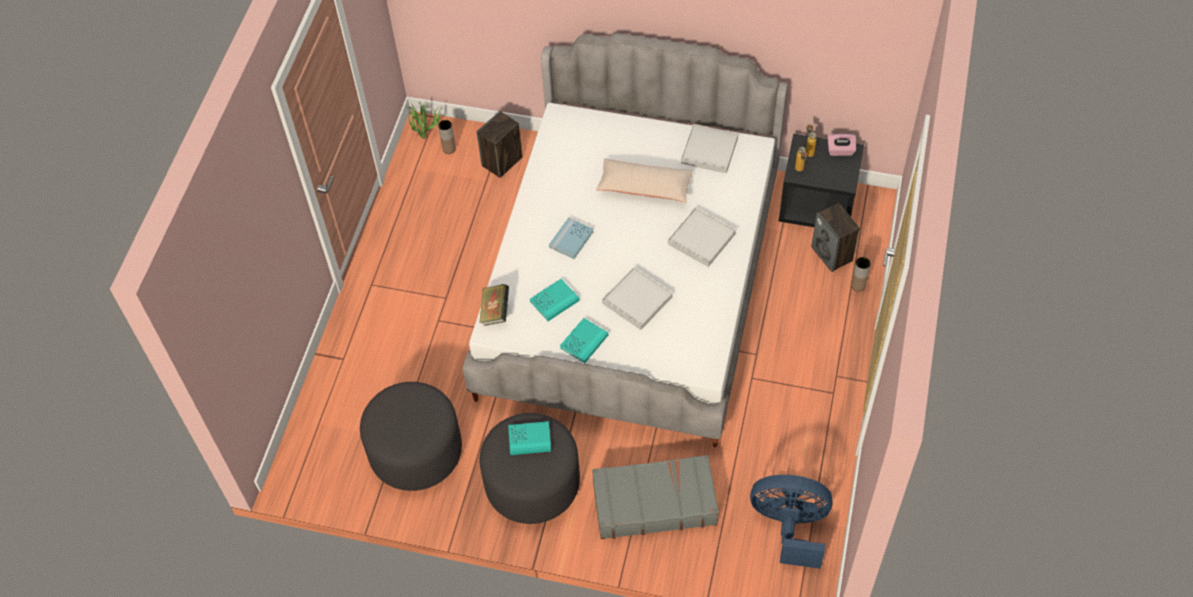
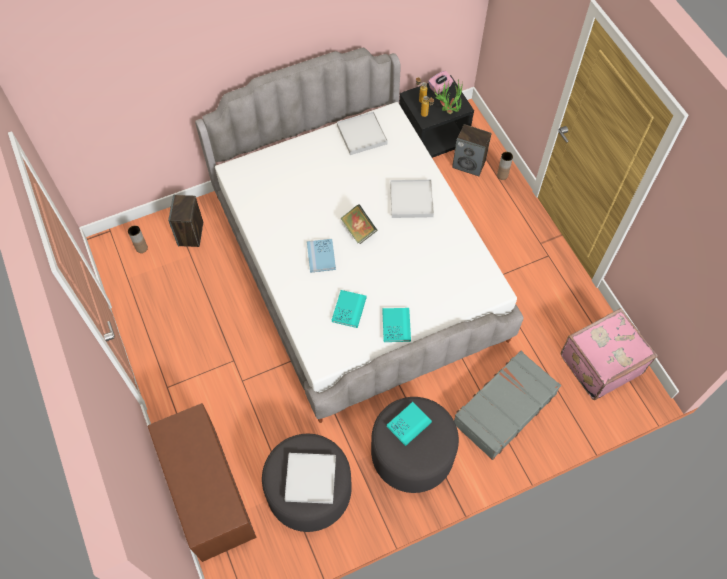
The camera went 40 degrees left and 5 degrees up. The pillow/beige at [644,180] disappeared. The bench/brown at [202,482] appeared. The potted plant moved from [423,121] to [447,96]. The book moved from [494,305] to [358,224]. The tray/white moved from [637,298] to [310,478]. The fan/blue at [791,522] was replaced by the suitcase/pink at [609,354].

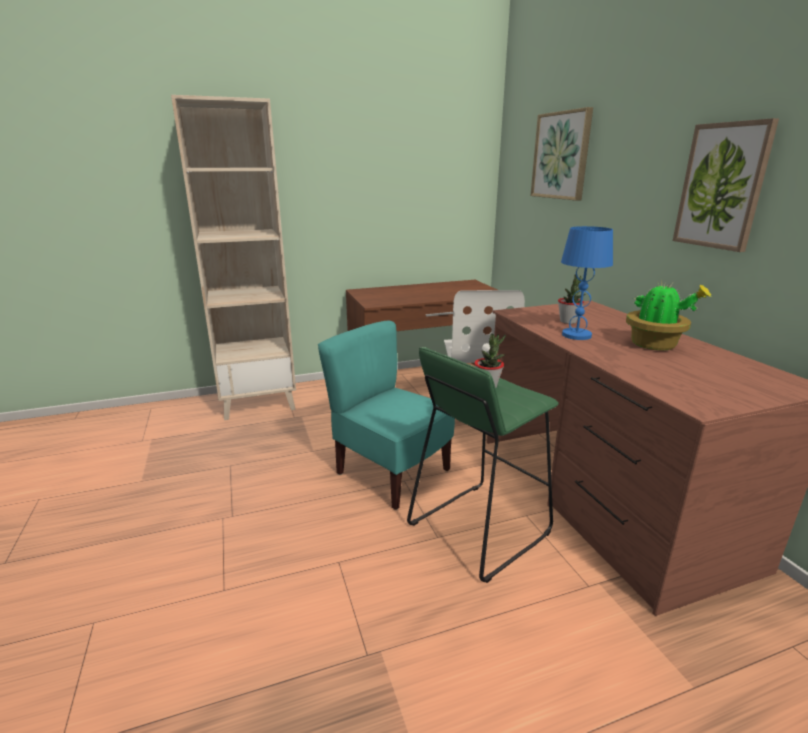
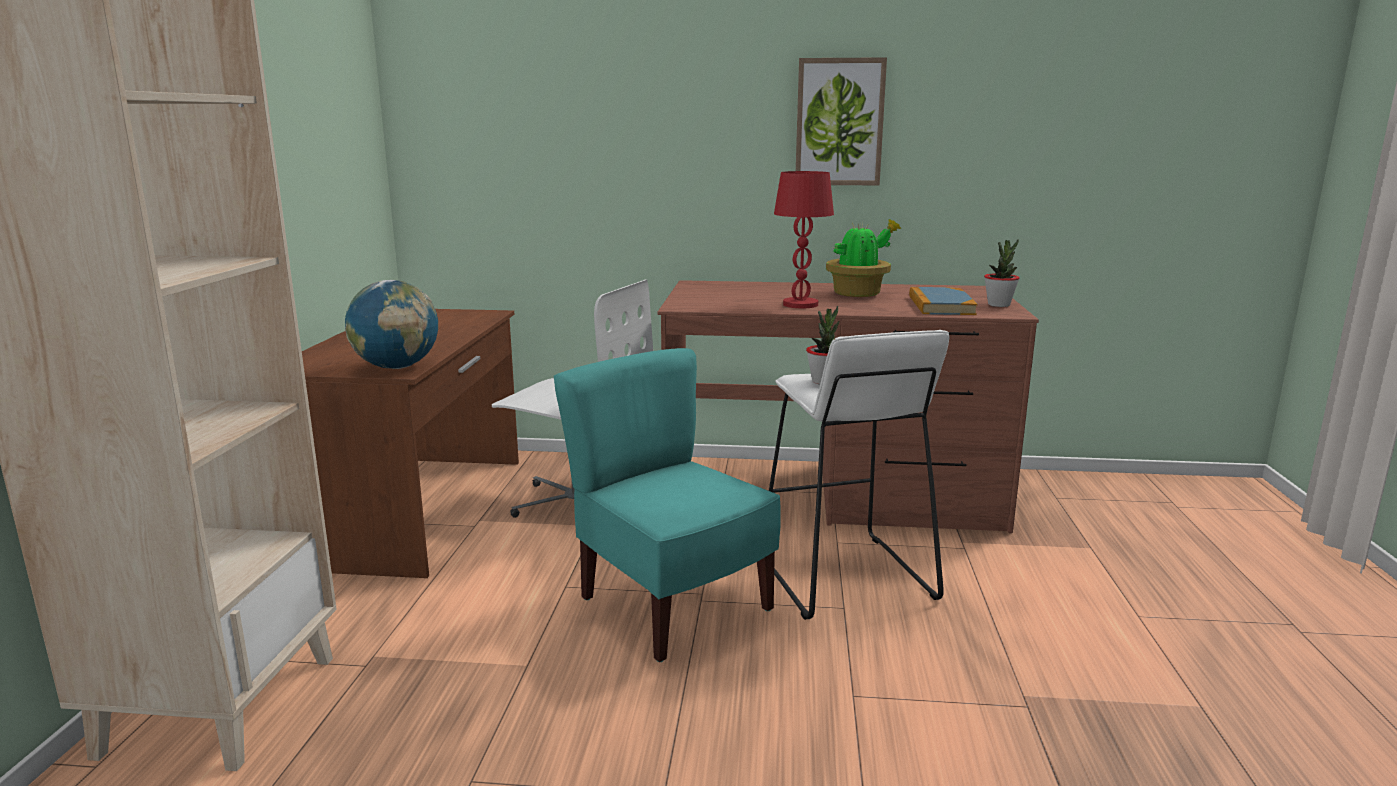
The camera went 65 degrees left and 5 degrees down. The picture at [561,154] disappeared. The globe at [391,324] appeared. The book at [943,301] appeared. The potted plant moved from [571,299] to [1002,273]. The stool/green at [483,465] became the stool/white at [859,475]. The table lamp/blue at [587,283] became the table lamp/red at [804,239]. The chair/turquoise at [386,415] turned 75 degrees clockwise.

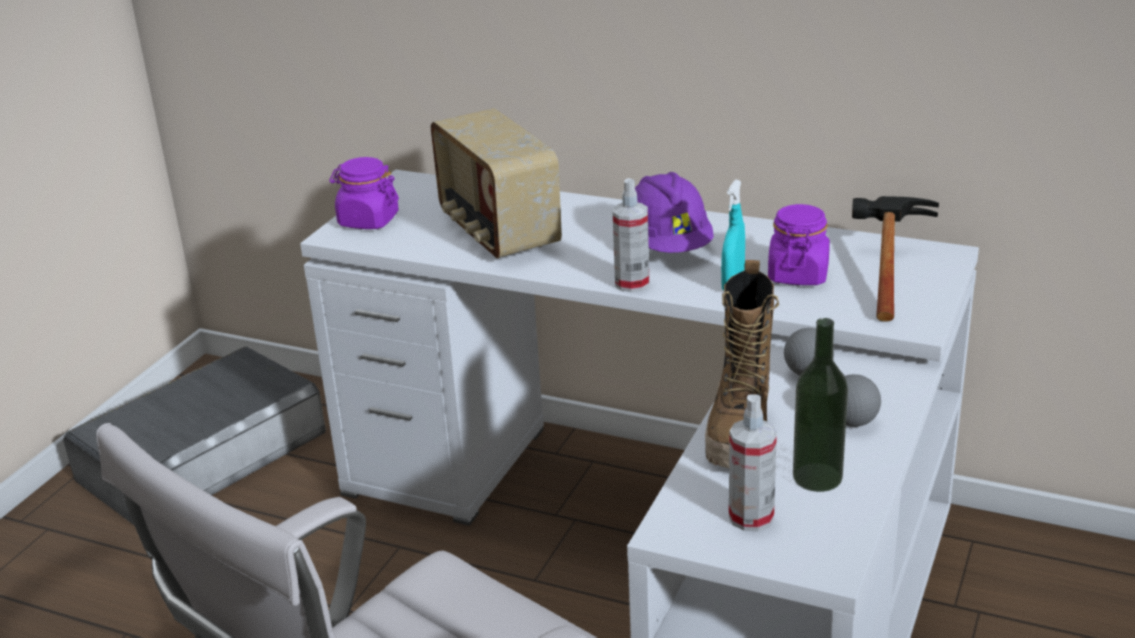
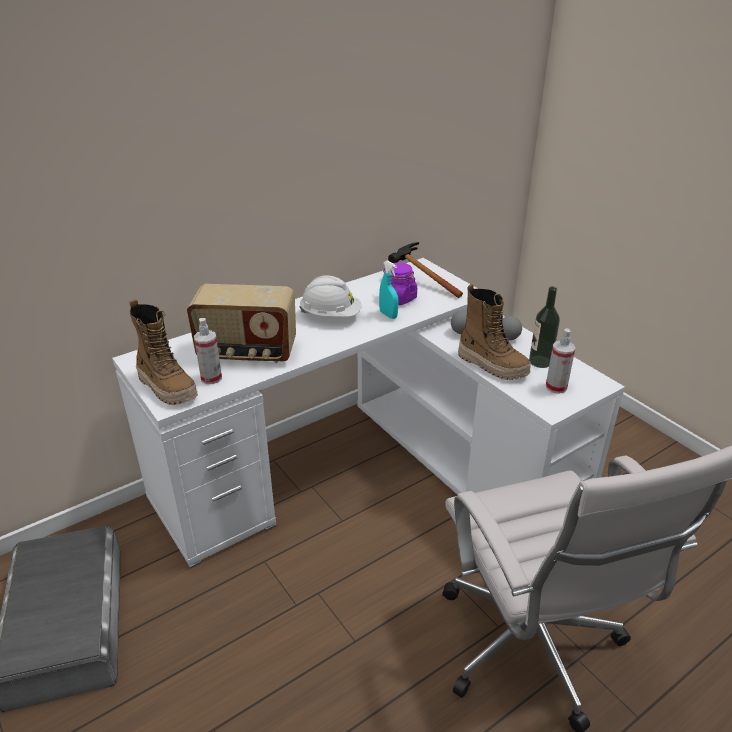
The camera went 60 degrees left and 5 degrees up. The spray bottle moved from [631,235] to [208,351]. The jar/purple at [364,193] was replaced by the boot at [163,352]. The hard hat/purple at [674,212] became the hard hat/white at [330,296].

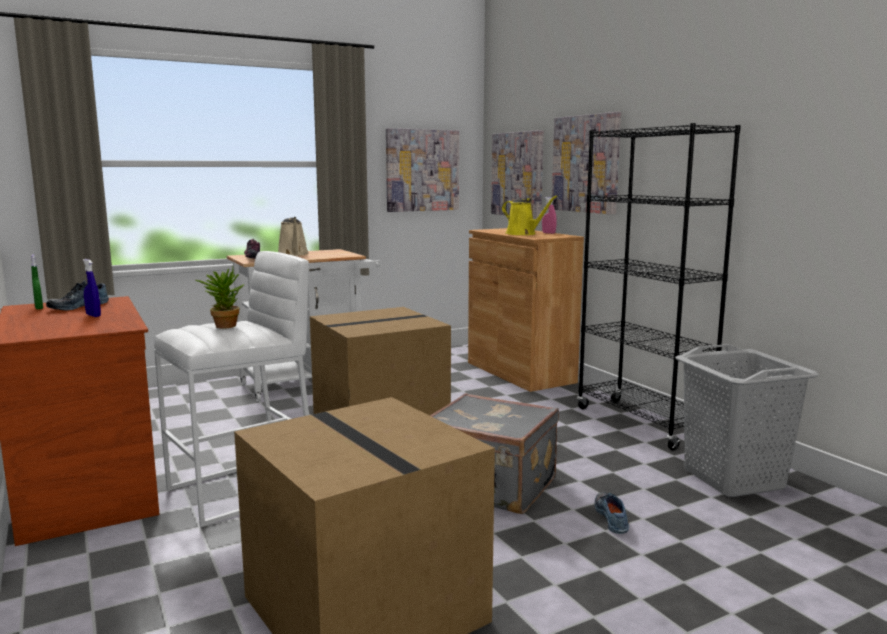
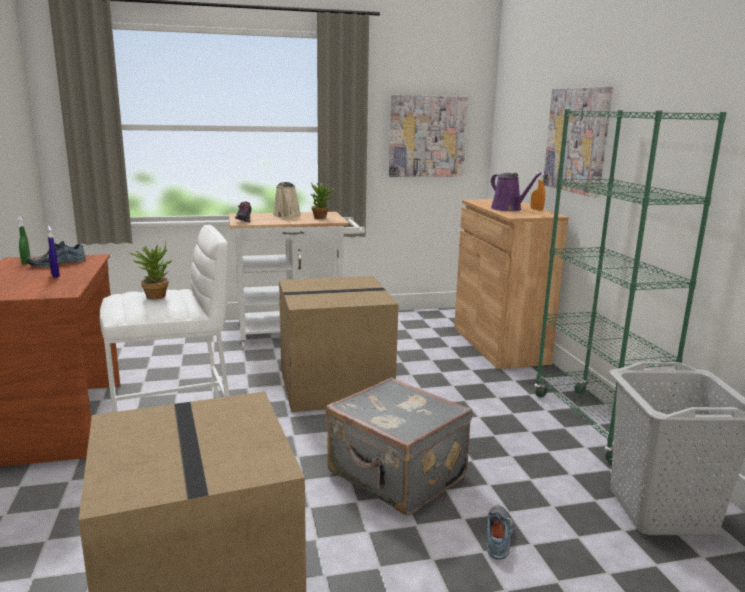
The camera went 15 degrees right and 5 degrees up. The picture at [517,174] disappeared. The potted plant at [323,201] appeared. The watering can/yellow at [529,215] became the watering can/purple at [516,192]. The spray bottle/pink at [549,215] became the spray bottle/orange at [538,191]. The bookcase/black at [659,286] became the bookcase/green at [630,286].

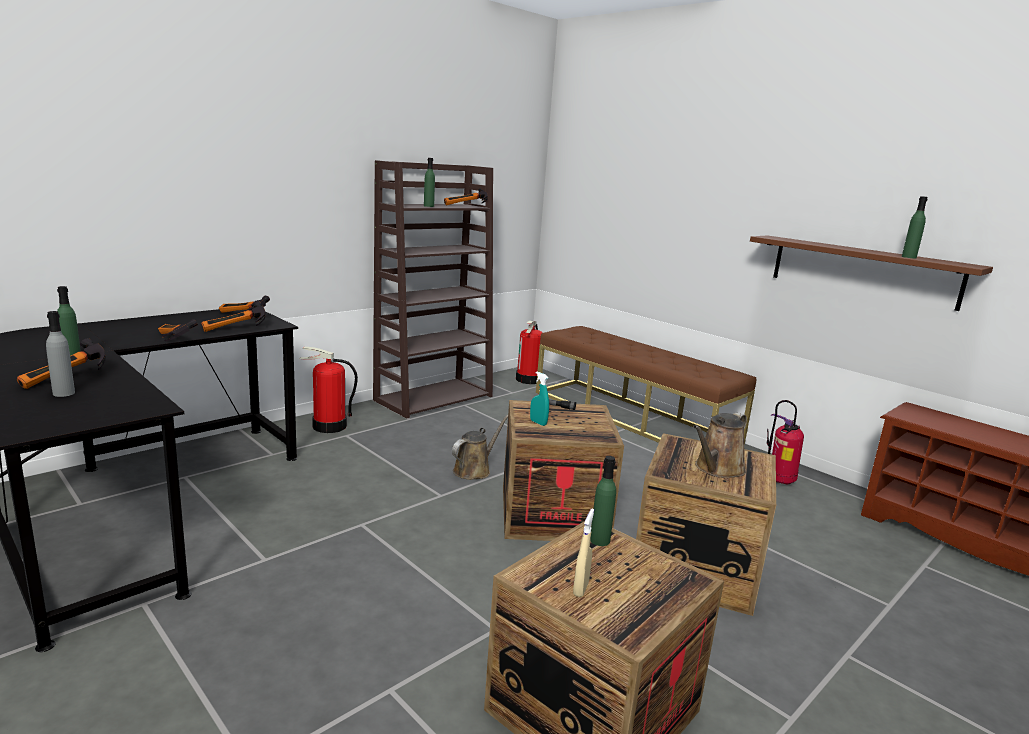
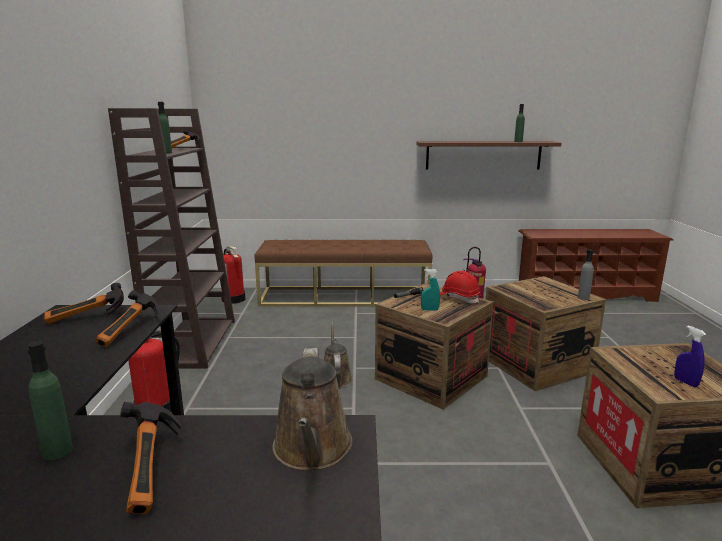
The camera went 45 degrees left and 0 degrees up. The hammer at [178,330] disappeared. The bottle/green at [603,501] disappeared. The hard hat/red at [460,287] appeared. The bottle/grey moved from [60,354] to [586,275]. The watering can/brown moved from [720,445] to [312,409]. The spray bottle/beige at [583,553] became the spray bottle/blue at [690,356].

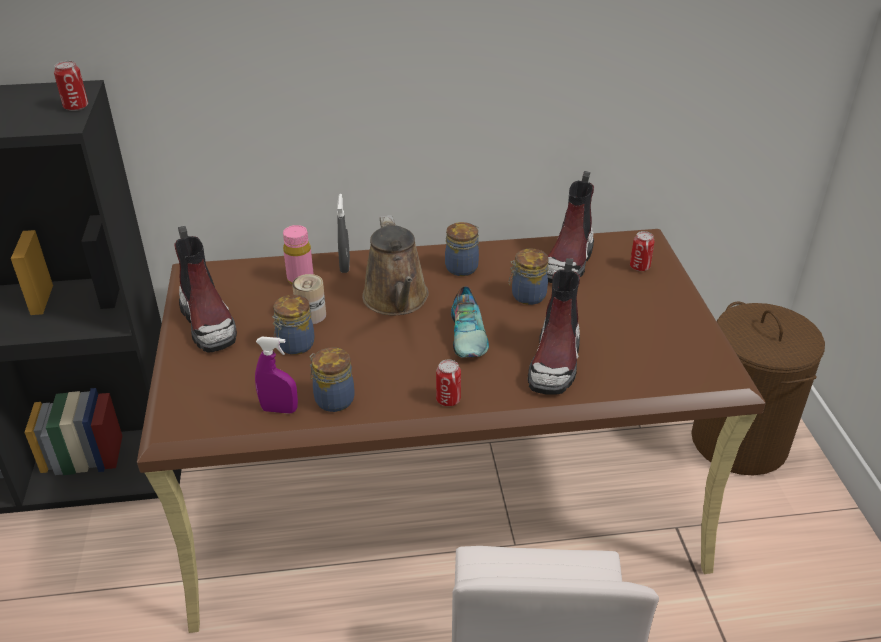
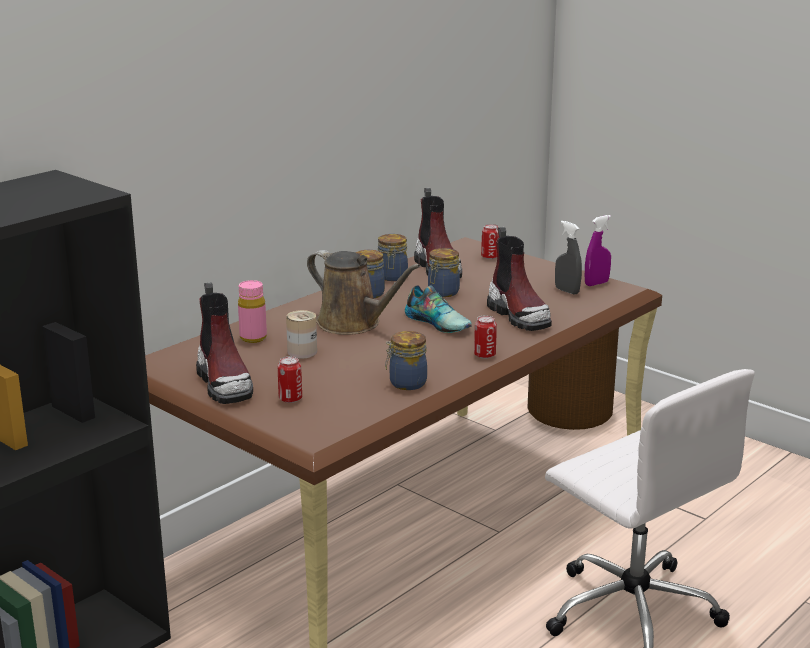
The camera went 40 degrees left and 15 degrees down. The can moved from [71,86] to [290,379]. The spray bottle/purple moved from [276,375] to [598,250]. The jar moved from [293,325] to [393,257]. The spray bottle/grey moved from [343,233] to [568,258]. The boot at [205,289] turned 45 degrees clockwise.

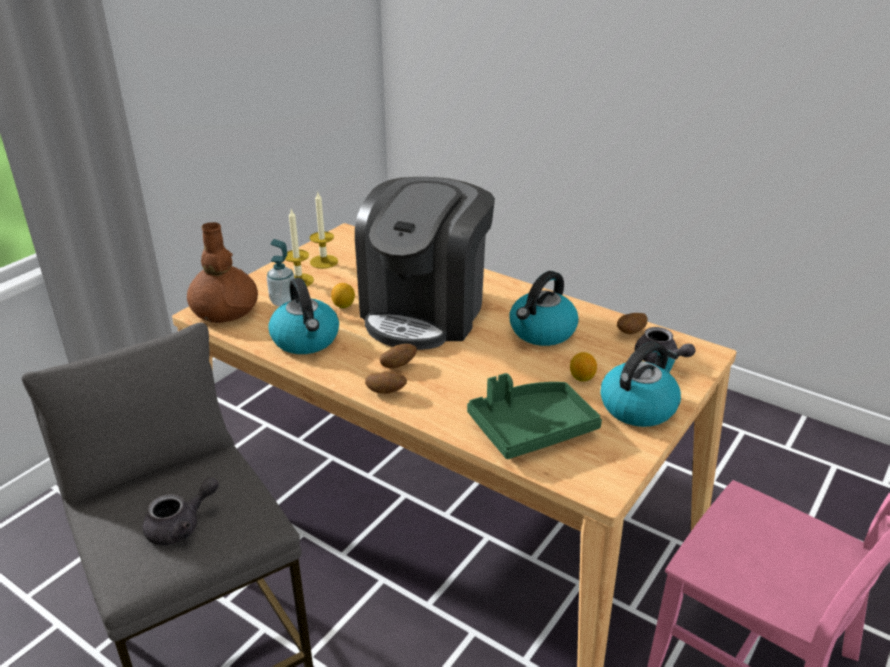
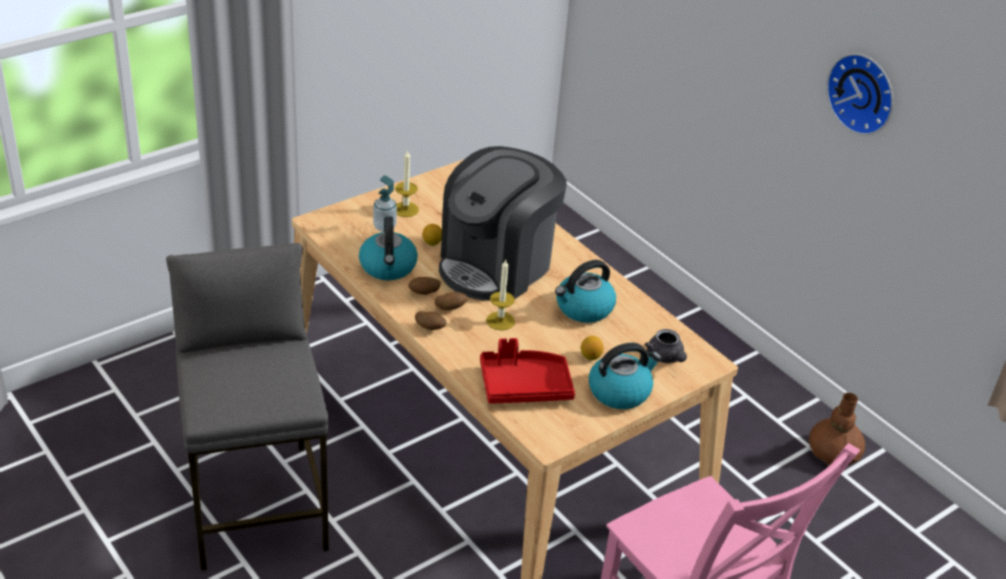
The camera went 15 degrees right and 5 degrees up. The teapot/grey at [181,511] disappeared. The wall clock at [859,94] appeared. The vase/brown moved from [222,272] to [837,429]. The candle moved from [324,230] to [500,295]. The potato moved from [632,323] to [424,286]. The tray/green at [534,416] became the tray/red at [527,371].

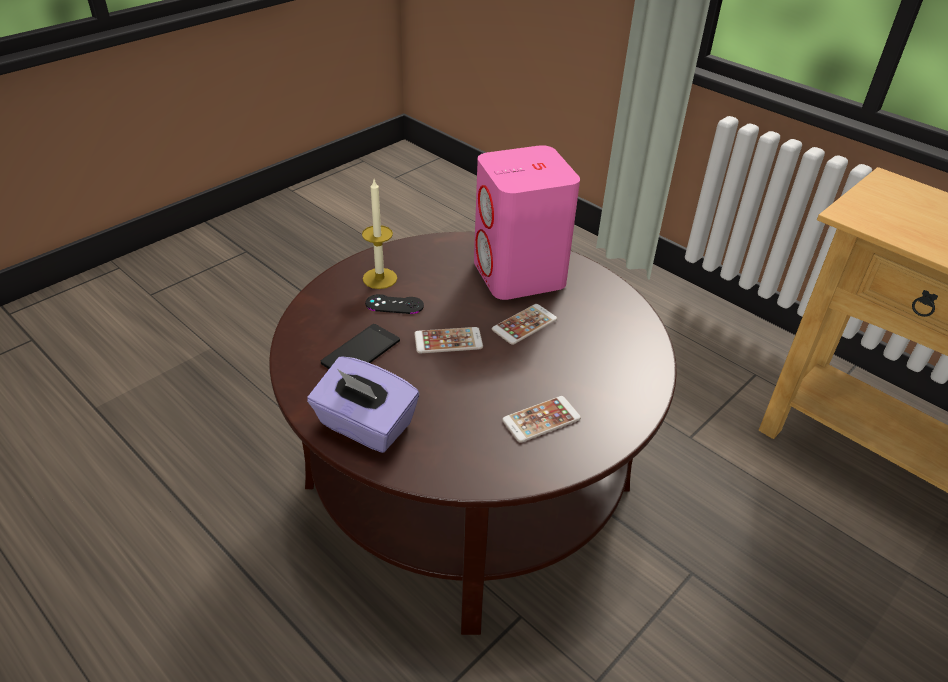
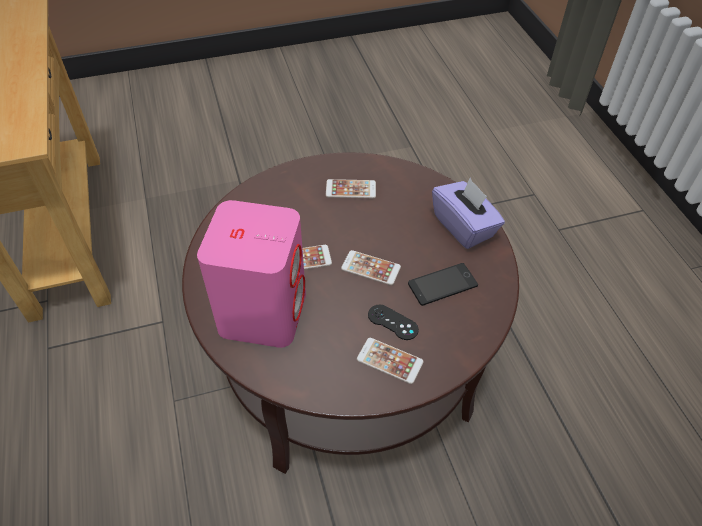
The camera went 150 degrees left and 10 degrees up. The candle at [379,234] was replaced by the phone at [390,361].

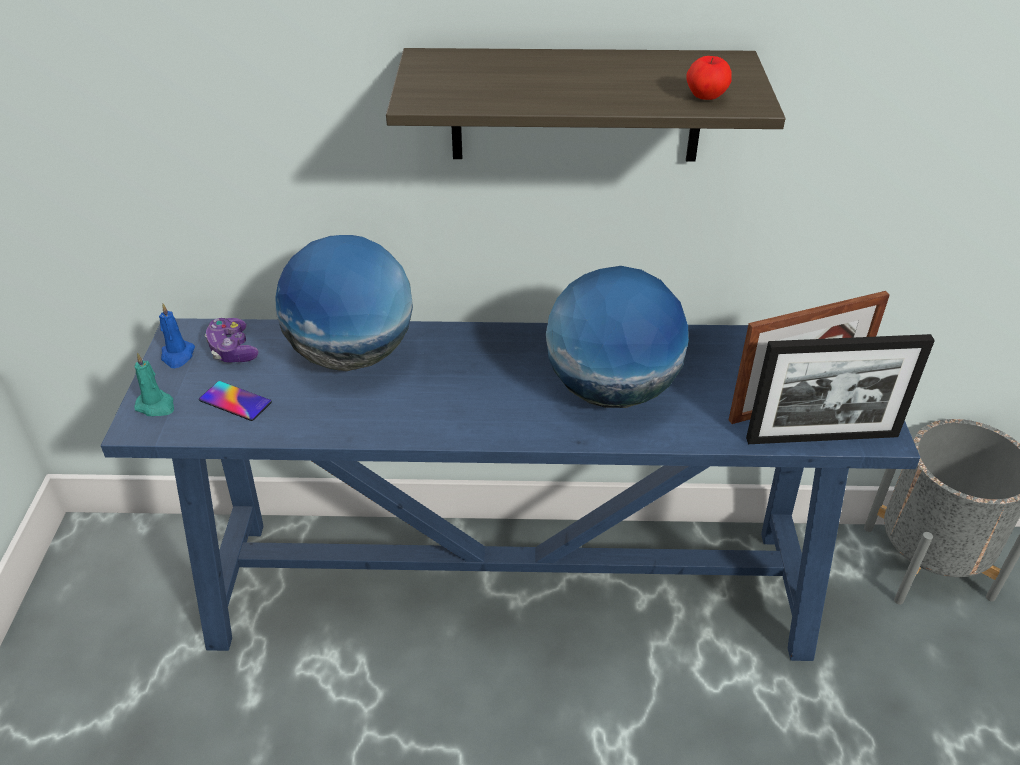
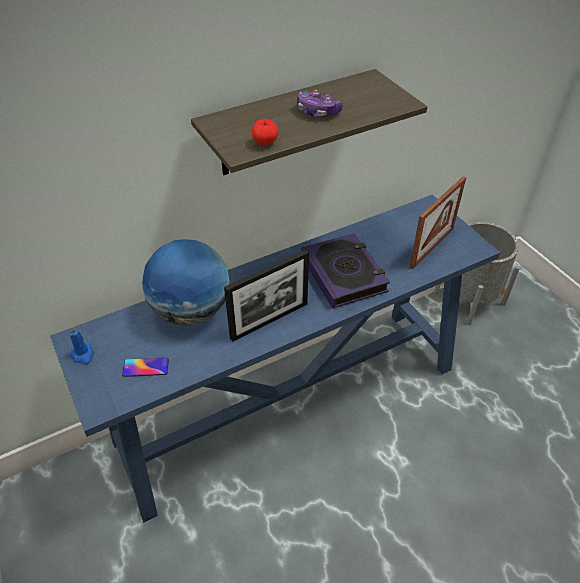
The camera went 30 degrees left and 5 degrees up. The candle/turquoise at [154,384] disappeared. The game controller moved from [232,340] to [320,103]. The apple moved from [709,78] to [265,132]. The picture frame moved from [840,389] to [266,296]. The globe at [617,337] was replaced by the book at [346,271].

